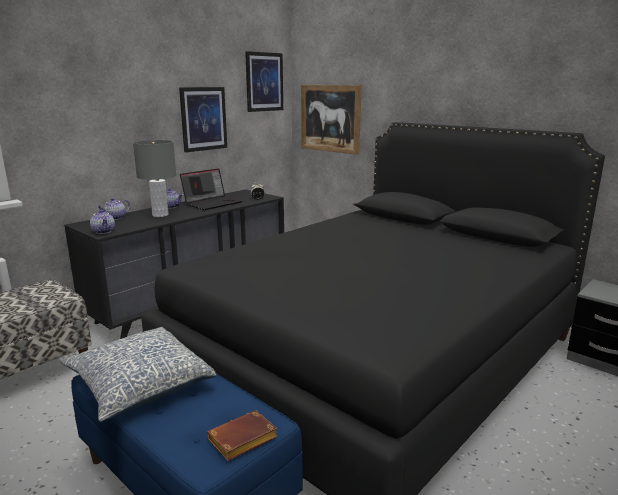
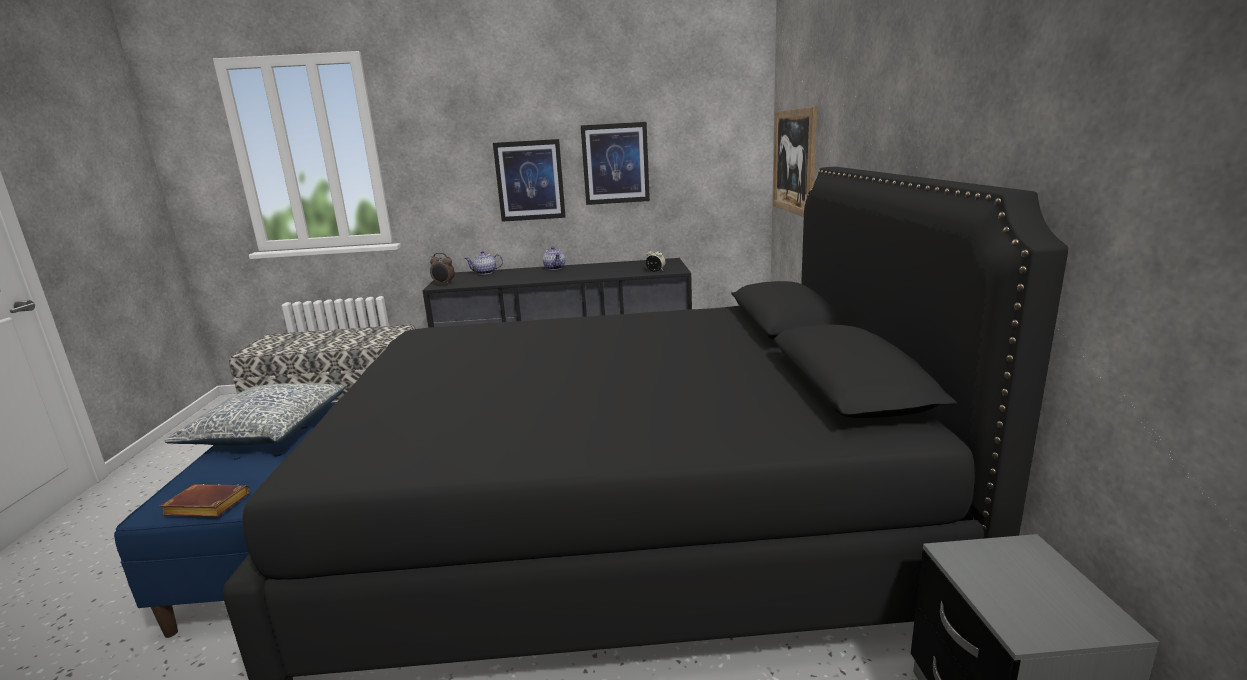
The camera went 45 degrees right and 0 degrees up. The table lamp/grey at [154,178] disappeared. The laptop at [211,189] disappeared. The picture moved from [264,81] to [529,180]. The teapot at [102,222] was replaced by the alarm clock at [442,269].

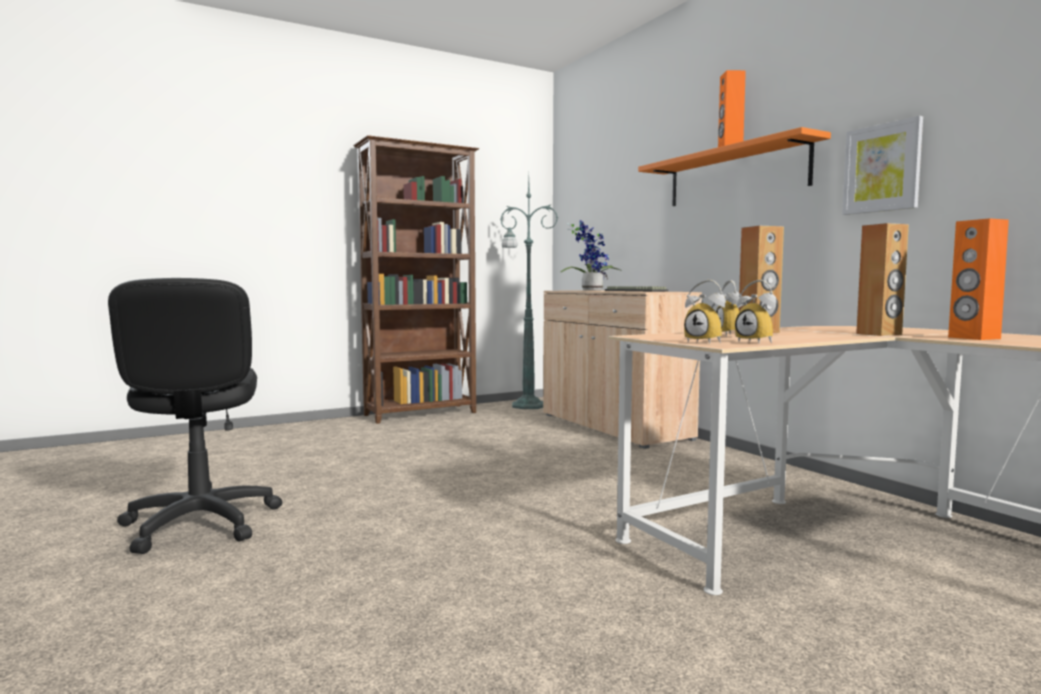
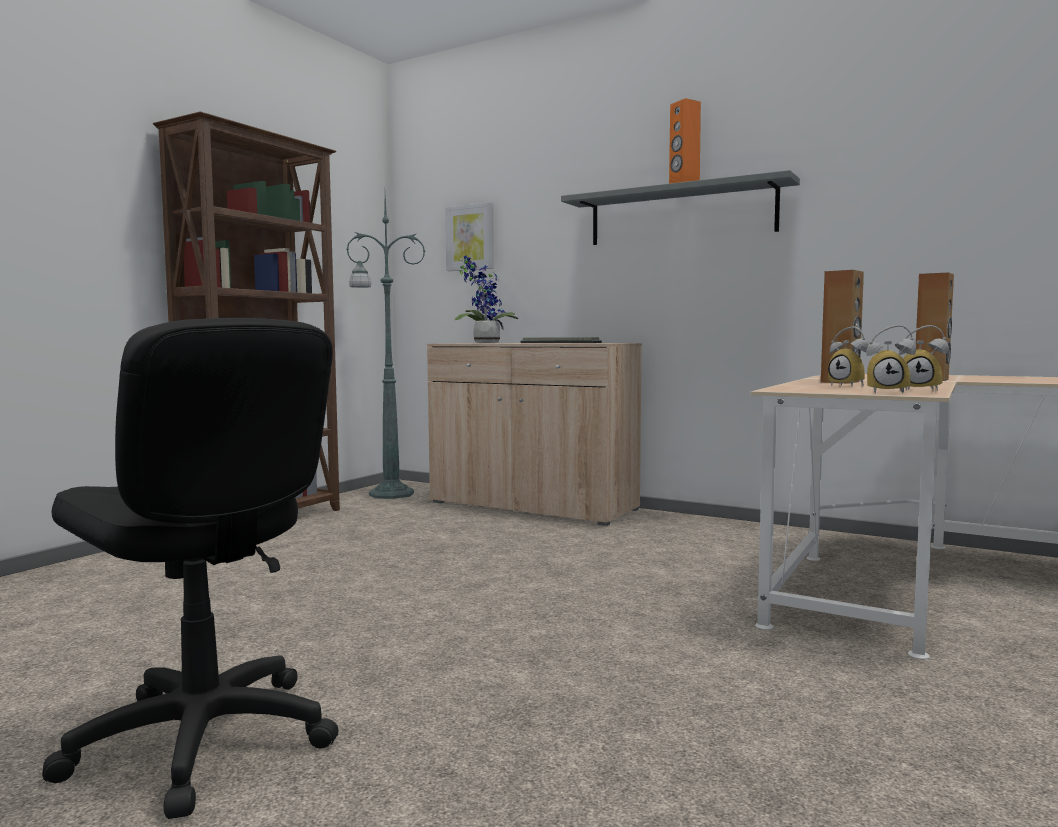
The camera went 30 degrees left and 0 degrees up. The speaker/orange at [978,279] disappeared. The picture moved from [882,165] to [469,236]. The shelf/orange at [734,166] became the shelf/grey at [680,207].

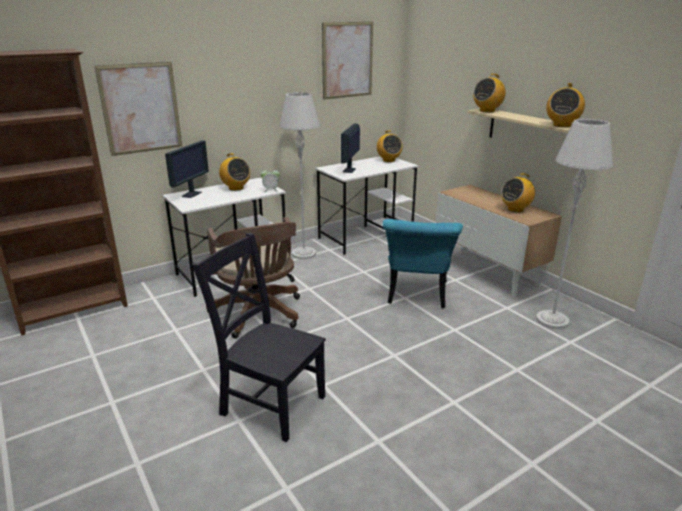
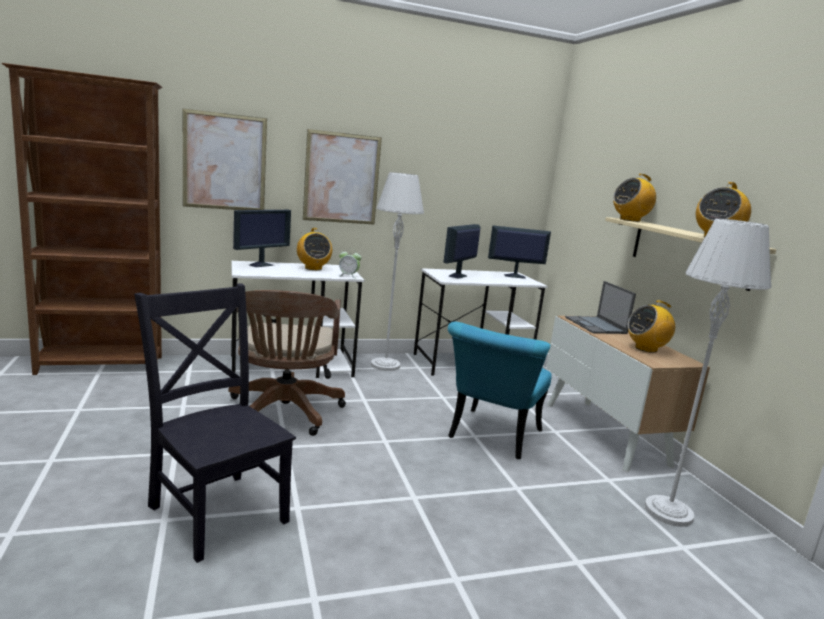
The camera went 15 degrees right and 10 degrees down. The laptop at [600,307] appeared. The picture moved from [347,61] to [342,176]. The radio at [389,146] was replaced by the monitor at [519,252].

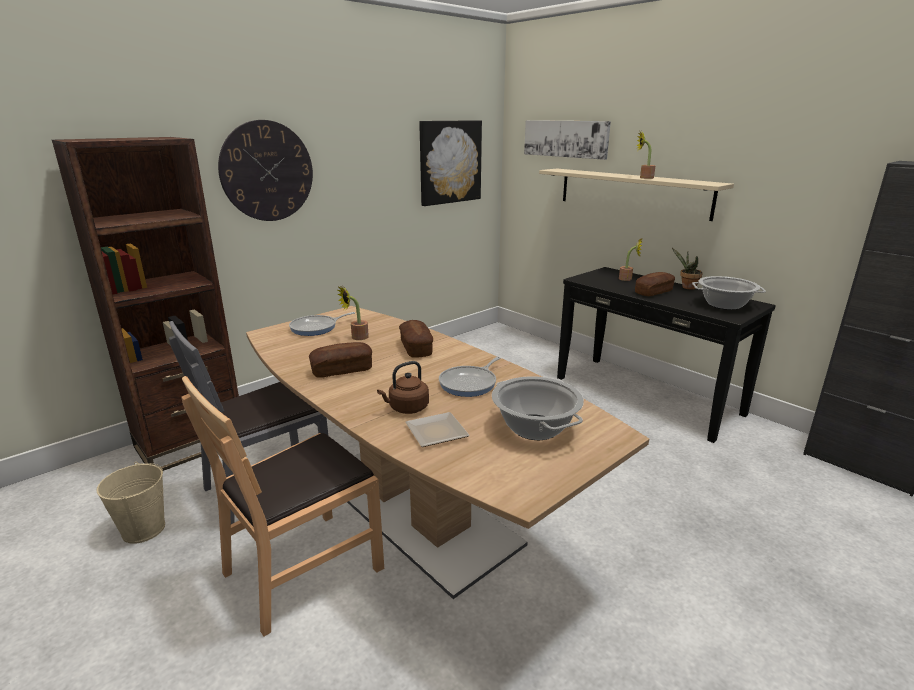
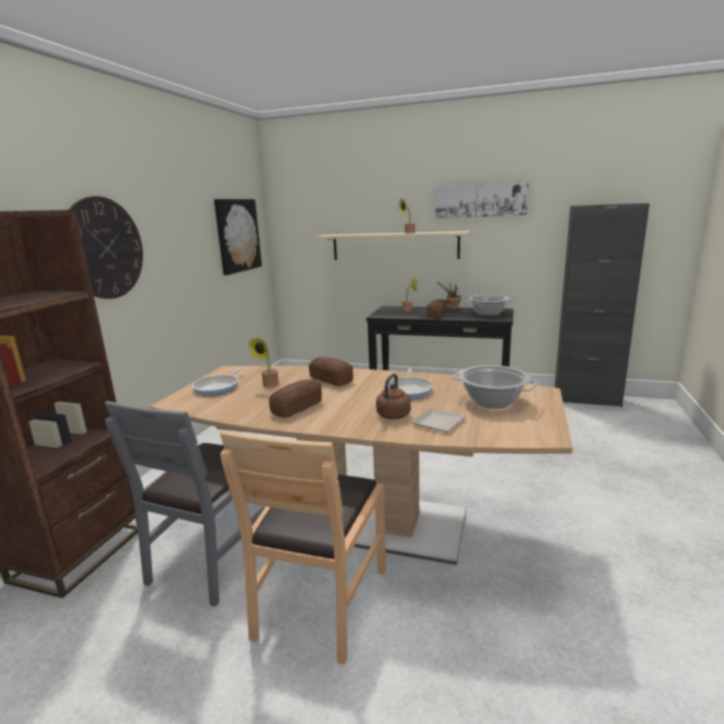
The camera went 30 degrees left and 5 degrees down. The bucket/beige at [131,503] disappeared. The picture moved from [567,140] to [482,200].

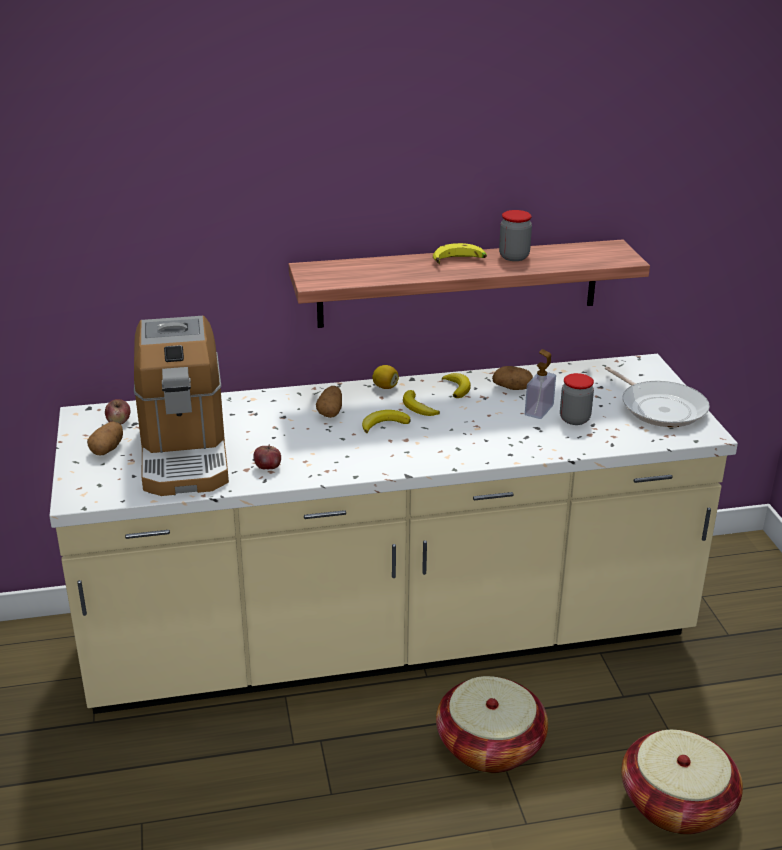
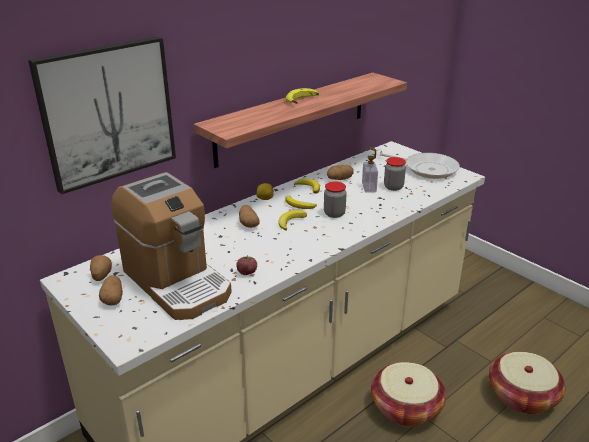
The camera went 30 degrees left and 0 degrees up. The picture at [102,115] appeared. The jar moved from [515,235] to [335,199]. The apple at [117,411] was replaced by the potato at [101,268].

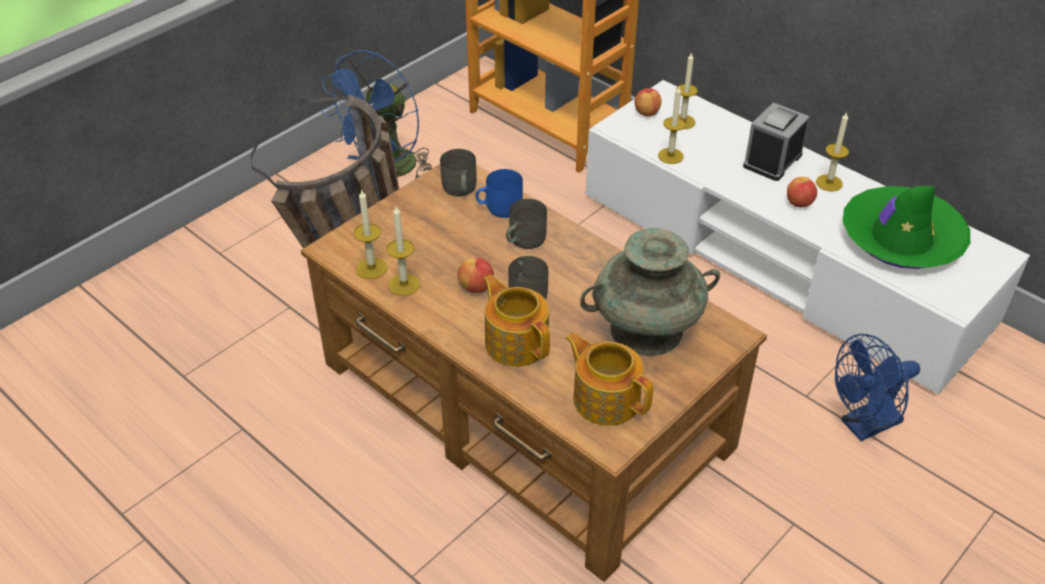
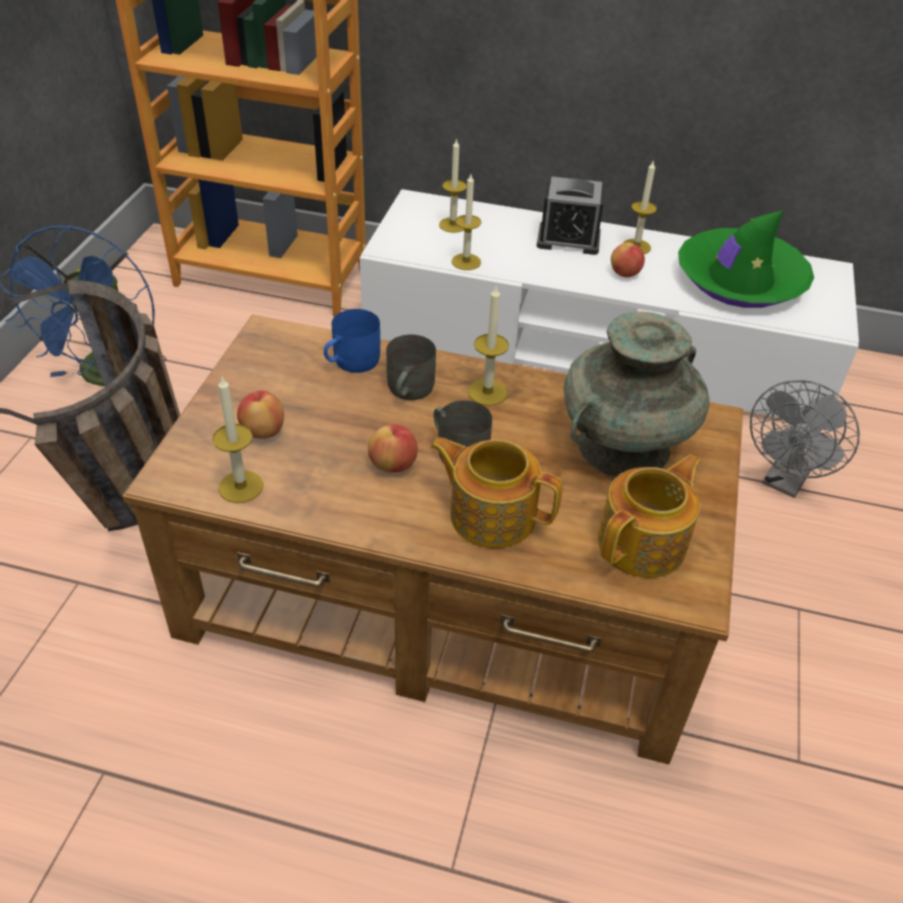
The camera went 30 degrees left and 0 degrees up. The mug/grey at [458,173] disappeared. The candle moved from [403,251] to [488,345]. The apple moved from [647,102] to [260,415]. The fan/blue at [877,387] became the fan/grey at [805,439]. The teapot at [609,379] turned 120 degrees clockwise. The alarm clock at [776,141] turned 90 degrees counterclockwise.

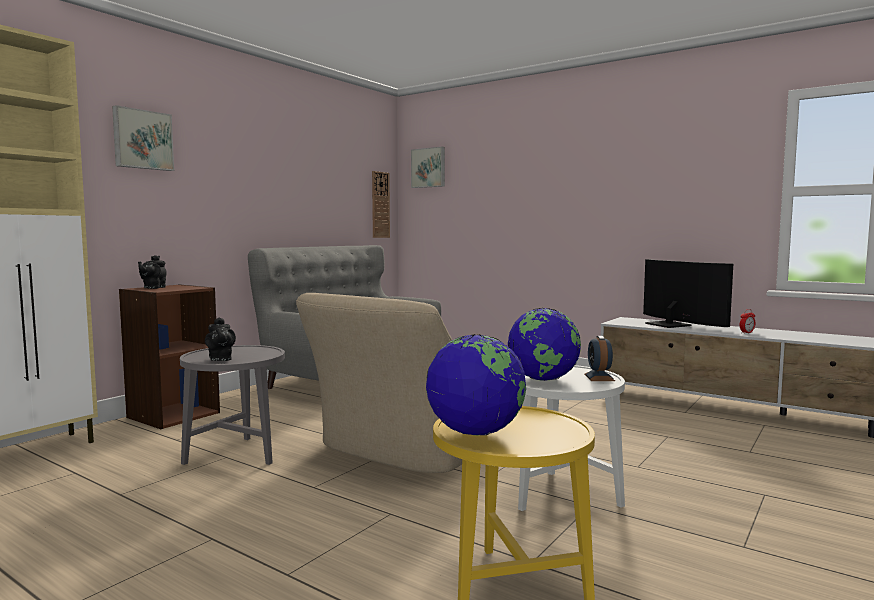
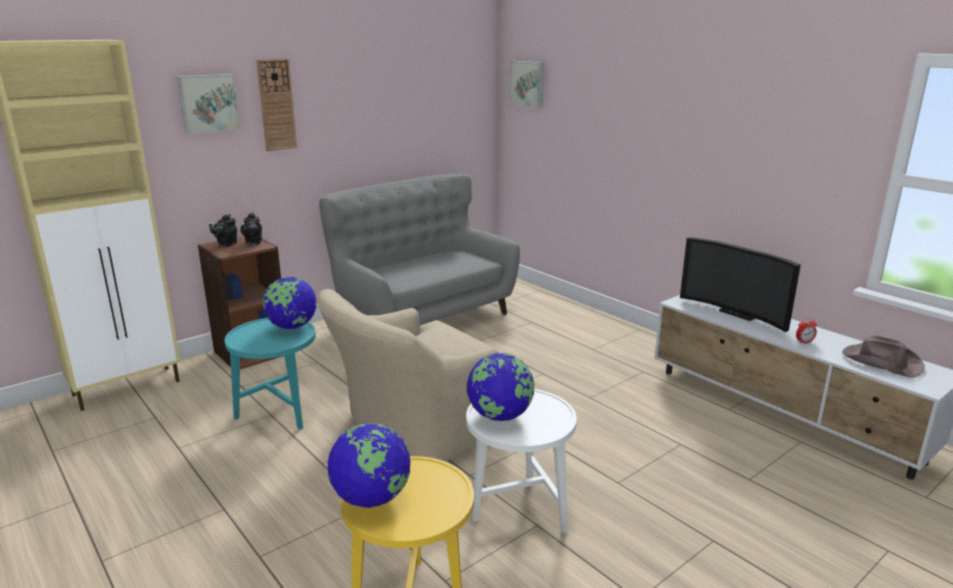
The camera went 15 degrees right and 15 degrees up. The alarm clock at [600,358] disappeared. The globe at [290,303] appeared. The hat/brown at [883,356] appeared. The teapot/black moved from [220,339] to [251,228]. The wall clock moved from [381,204] to [276,105]. The side table/grey at [232,405] became the side table/turquoise at [270,374]. The television at [688,293] turned 150 degrees clockwise.

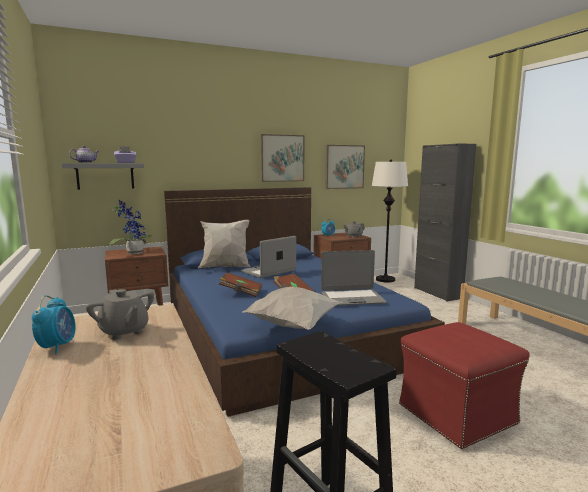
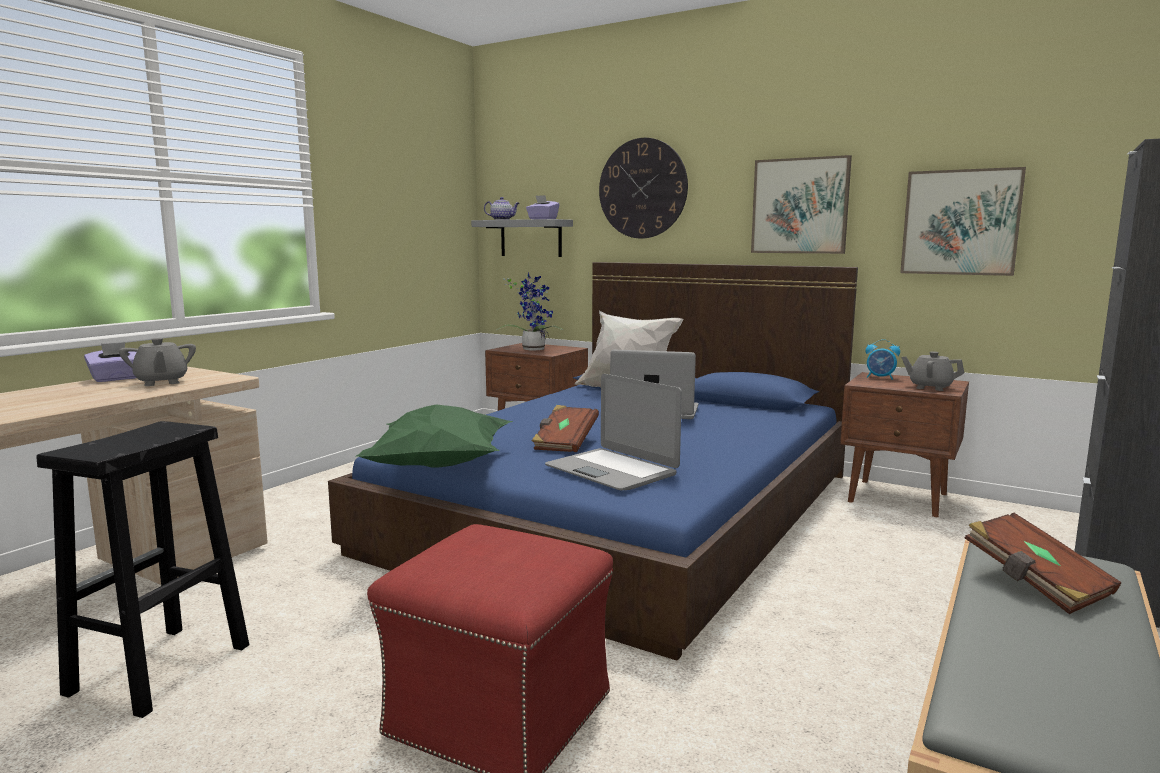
The camera went 55 degrees right and 0 degrees up. The floor lamp/white at [390,221] disappeared. The wall clock at [643,188] appeared. The book/brown moved from [240,284] to [1043,563]. The alarm clock at [54,324] was replaced by the tissue box/purple at [110,362]. The pillow/white at [292,308] became the pillow/green at [434,436]. The teapot/grey at [120,314] turned 45 degrees counterclockwise.

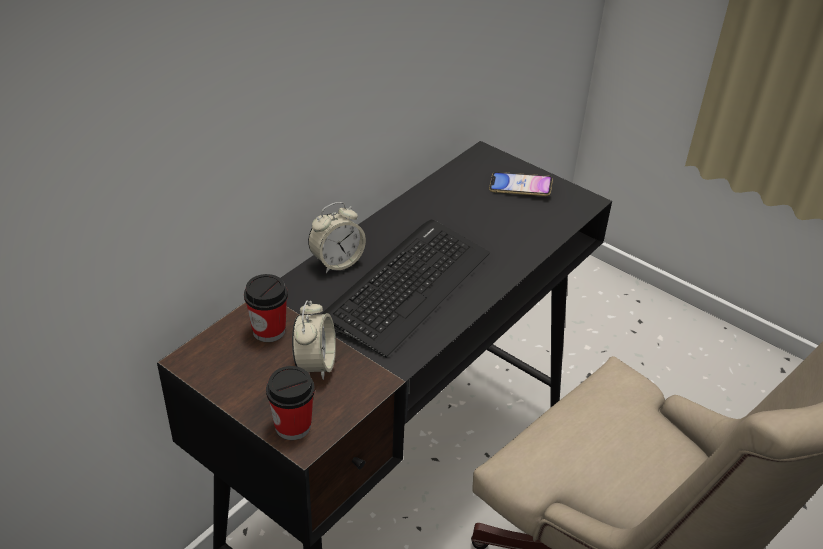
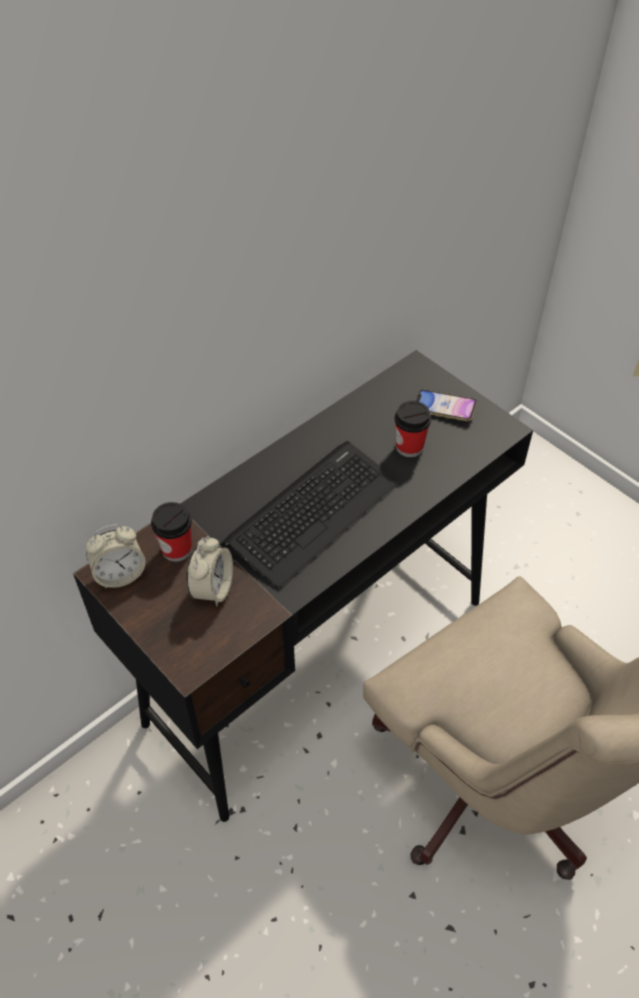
The camera went 10 degrees right and 10 degrees up. The cup moved from [290,403] to [412,429]. The alarm clock moved from [337,237] to [116,556].

